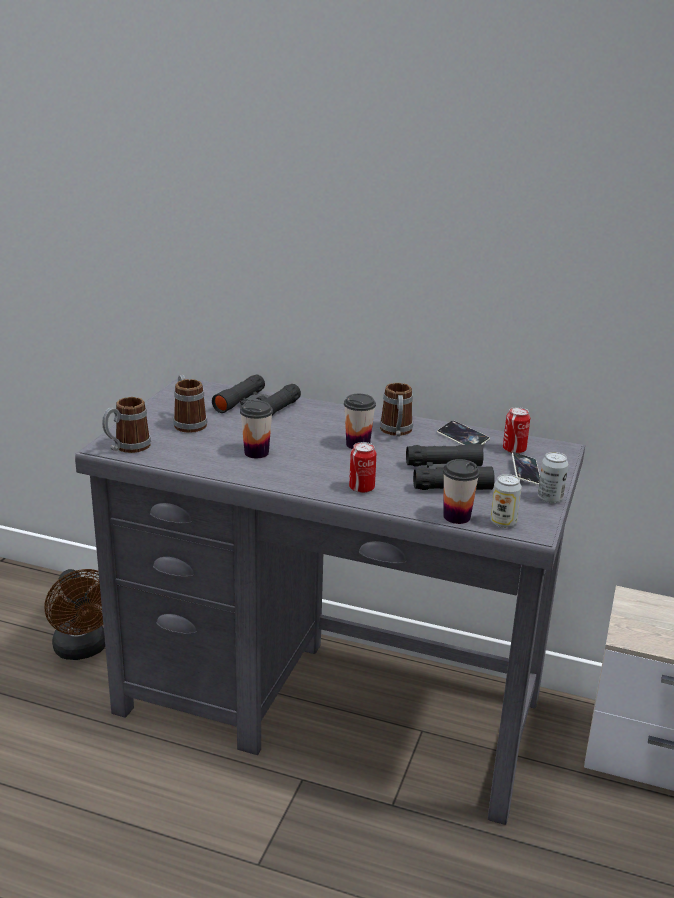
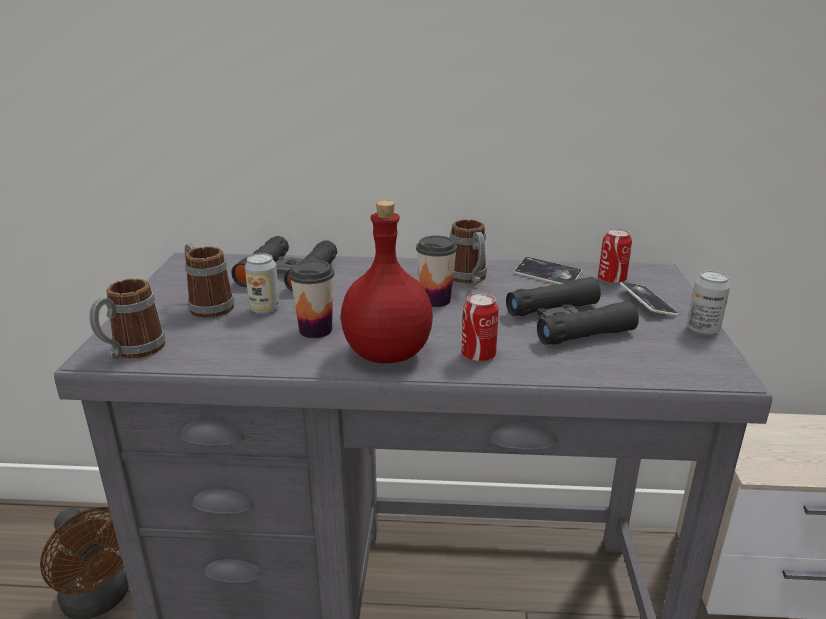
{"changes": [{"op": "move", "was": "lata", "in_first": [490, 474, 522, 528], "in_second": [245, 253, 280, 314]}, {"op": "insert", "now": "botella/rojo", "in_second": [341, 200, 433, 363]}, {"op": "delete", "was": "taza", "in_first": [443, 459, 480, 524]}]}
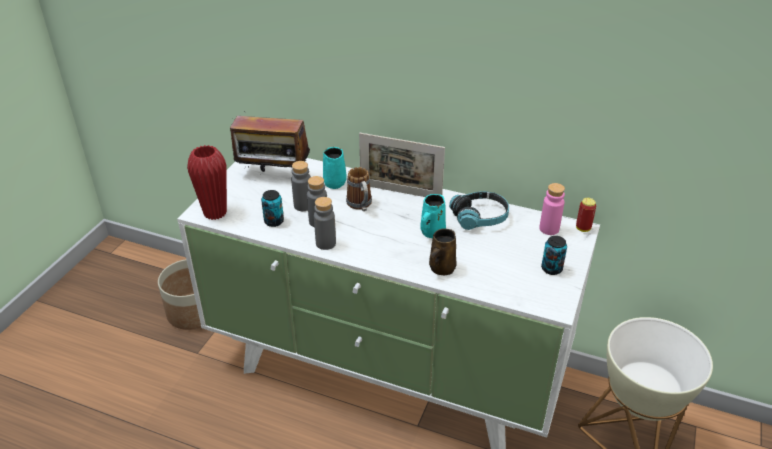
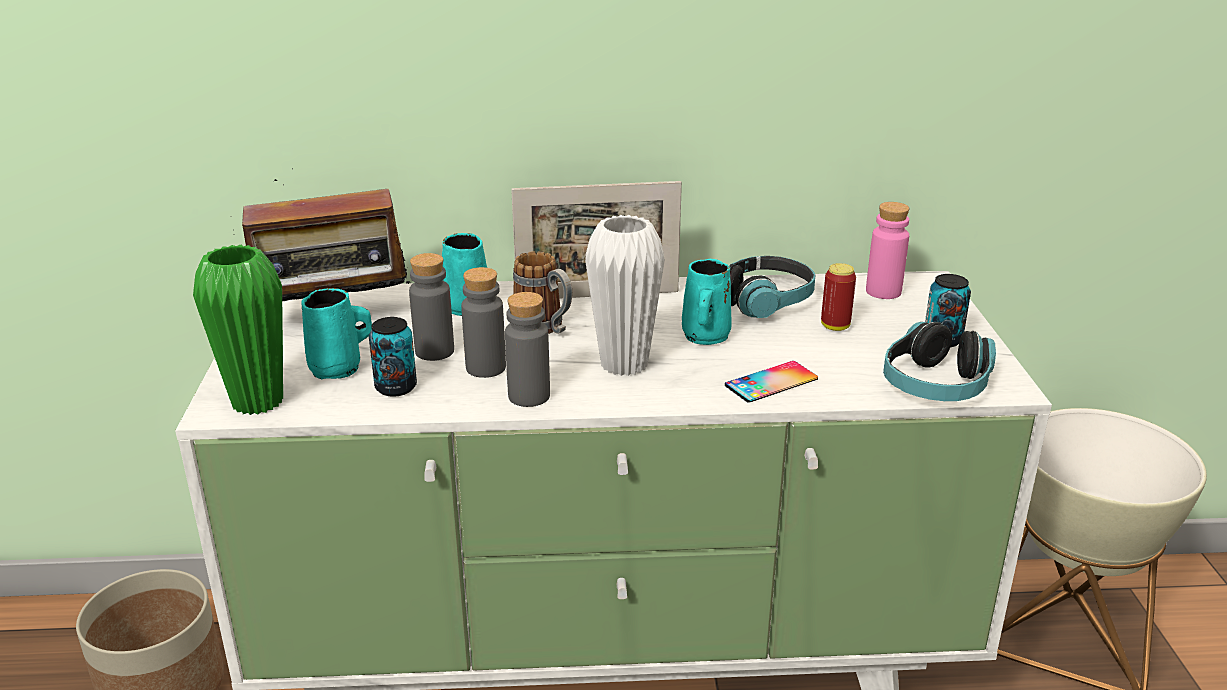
{"changes": [{"op": "recolor", "was": "florero/rojo", "now": "florero/verde", "in_first": [187, 145, 227, 220], "in_second": [193, 245, 283, 415]}, {"op": "insert", "now": "taza grande/turquesa", "in_second": [301, 288, 372, 379]}, {"op": "insert", "now": "florero/blanco", "in_second": [585, 215, 665, 376]}, {"op": "replace", "was": "taza grande/marrón", "now": "móvil", "in_first": [429, 229, 457, 275], "in_second": [725, 361, 818, 403]}, {"op": "move", "was": "lata", "in_first": [576, 198, 596, 232], "in_second": [821, 263, 856, 331]}, {"op": "insert", "now": "auriculares", "in_second": [883, 322, 996, 401]}]}
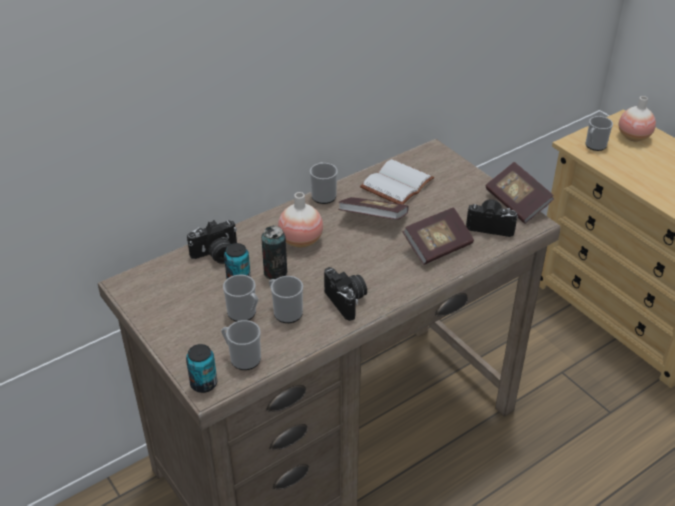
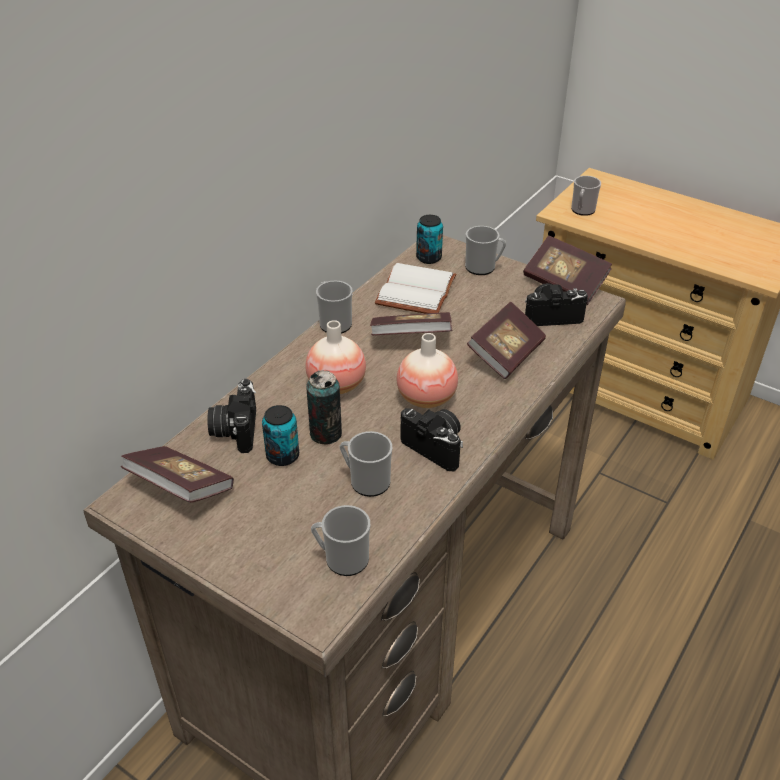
{"changes": [{"op": "insert", "now": "libro", "in_second": [121, 446, 234, 503]}, {"op": "rotate", "was": "cámara", "in_first": [187, 220, 237, 264], "in_second": [207, 379, 256, 453], "clockwise": 135}, {"op": "move", "was": "florero", "in_first": [619, 96, 656, 142], "in_second": [397, 333, 458, 408]}, {"op": "move", "was": "lata", "in_first": [186, 344, 217, 393], "in_second": [416, 215, 443, 264]}, {"op": "move", "was": "taza grande", "in_first": [223, 275, 258, 322], "in_second": [465, 226, 506, 275]}]}
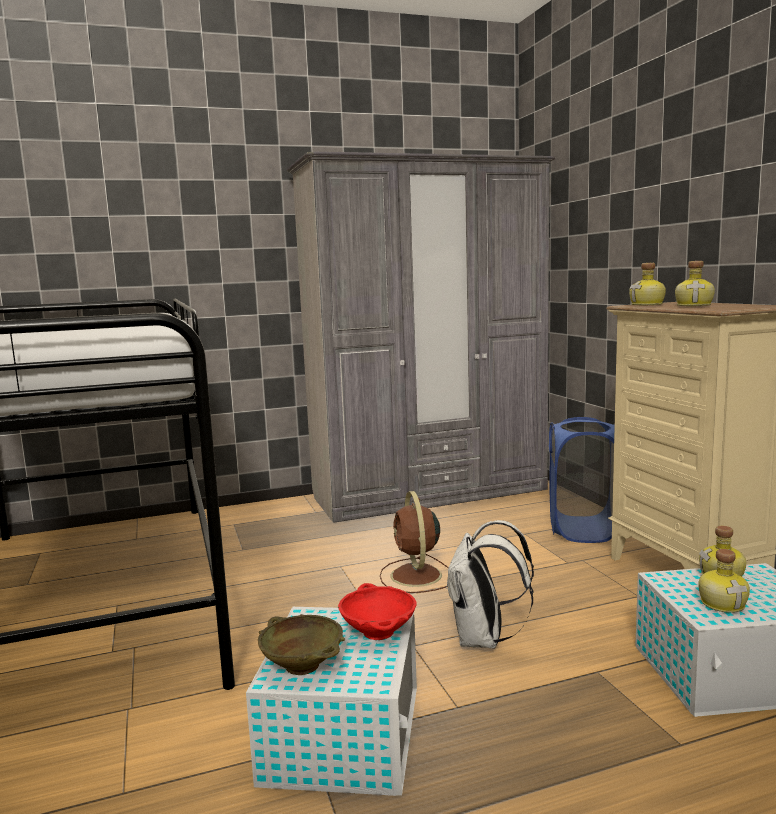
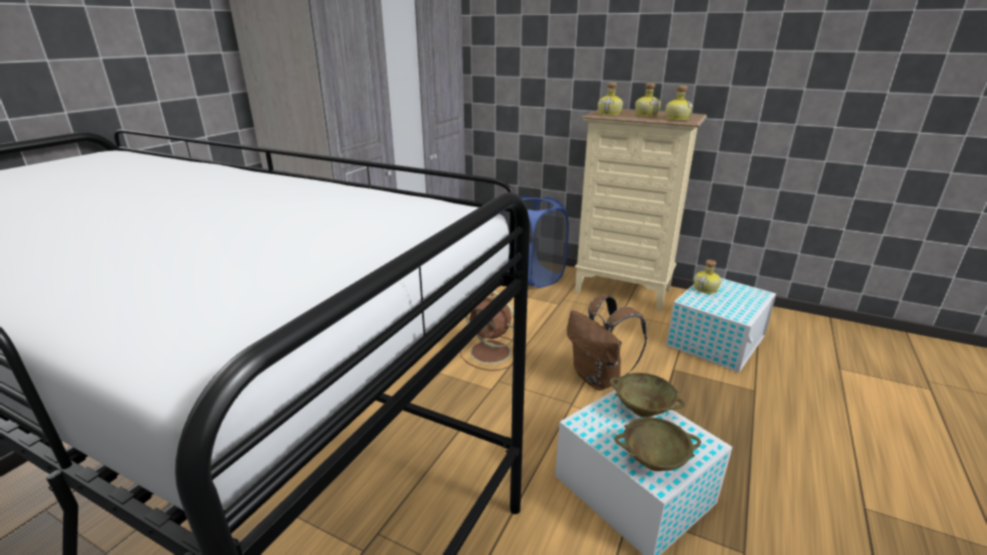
{"changes": [{"op": "recolor", "was": "mochila/blanco", "now": "mochila/marrón", "in_first": [446, 520, 534, 649], "in_second": [567, 294, 647, 391]}, {"op": "recolor", "was": "cuenco/rojo", "now": "cuenco/beis", "in_first": [338, 583, 416, 640], "in_second": [610, 373, 685, 417]}, {"op": "move", "was": "botella", "in_first": [698, 549, 750, 613], "in_second": [665, 86, 693, 121]}]}
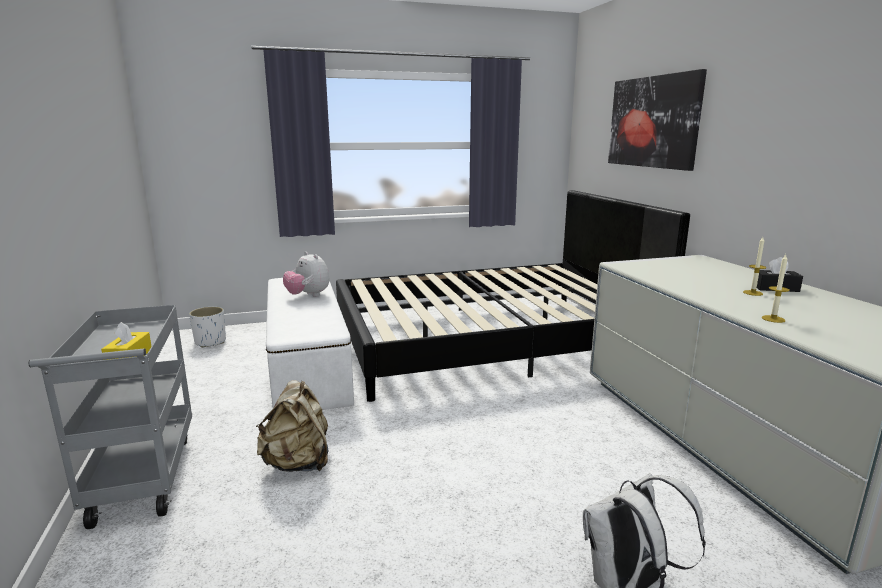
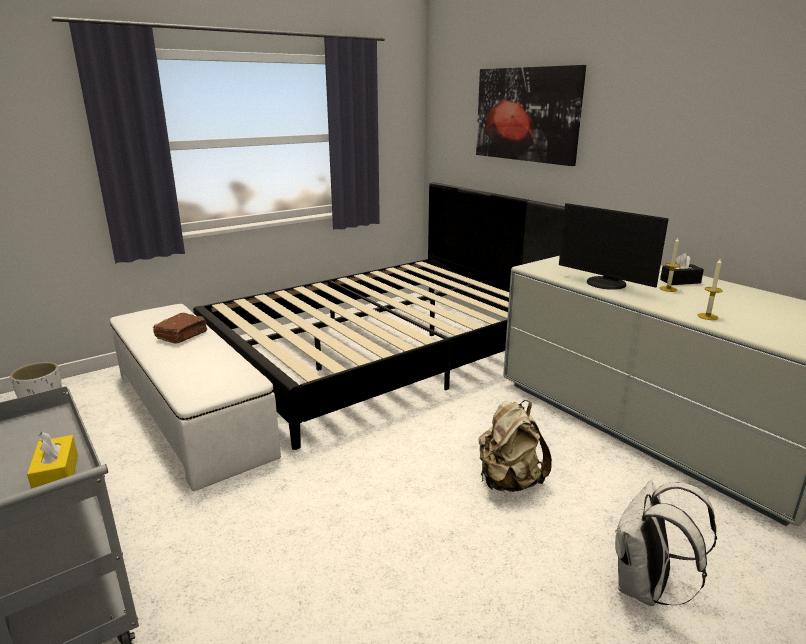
{"changes": [{"op": "replace", "was": "peluche", "now": "libro/marrón", "in_first": [283, 252, 329, 297], "in_second": [153, 313, 208, 344]}, {"op": "move", "was": "mochila/beis", "in_first": [256, 380, 328, 472], "in_second": [479, 400, 552, 492]}, {"op": "insert", "now": "monitor", "in_second": [559, 203, 669, 290]}]}
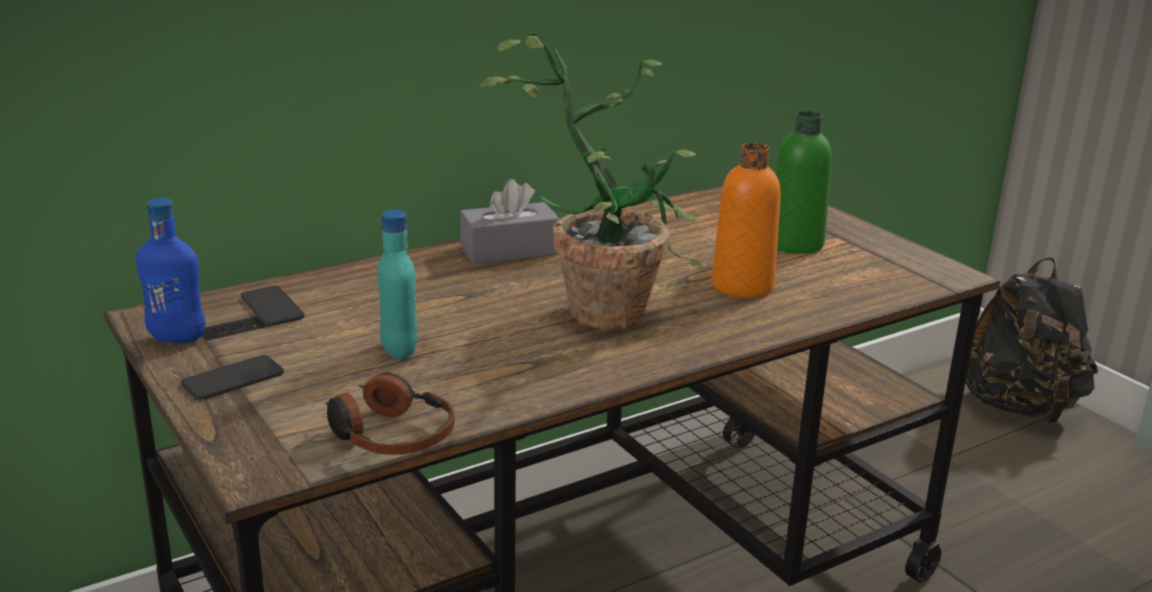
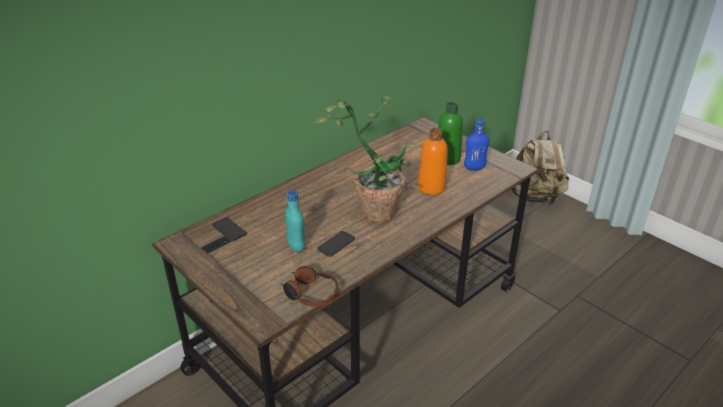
{"changes": [{"op": "move", "was": "móvil", "in_first": [181, 355, 284, 400], "in_second": [317, 231, 355, 257]}, {"op": "move", "was": "botella/azul", "in_first": [136, 198, 206, 343], "in_second": [464, 118, 489, 171]}, {"op": "recolor", "was": "mochila/negro", "now": "mochila/beis", "in_first": [966, 257, 1098, 423], "in_second": [512, 130, 569, 205]}, {"op": "delete", "was": "caja de pañuelos/gris", "in_first": [460, 179, 560, 264]}]}
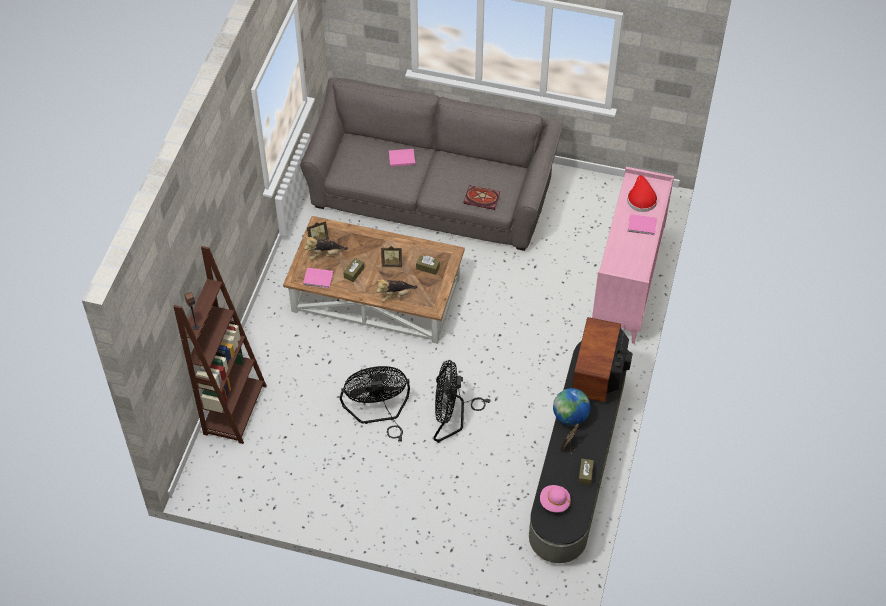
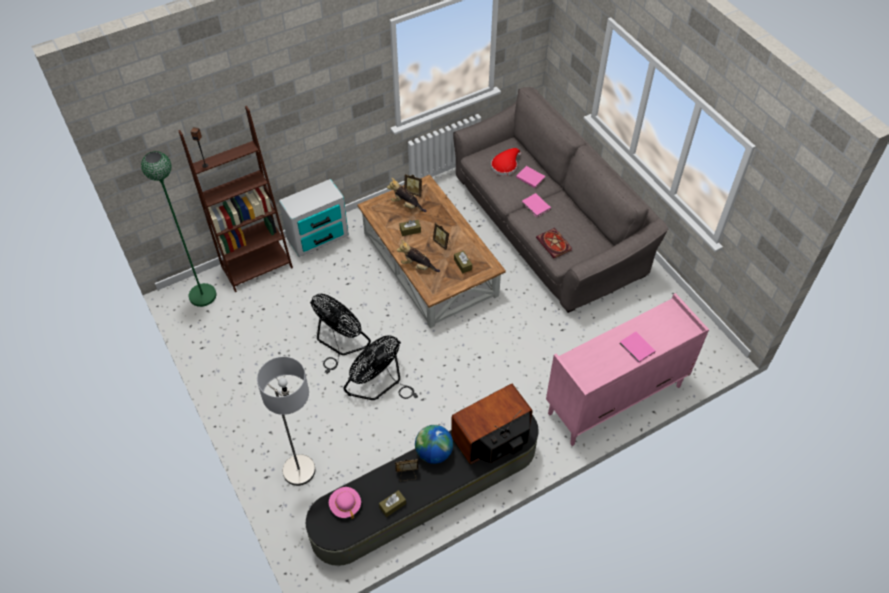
{"changes": [{"op": "insert", "now": "lámpara de pie/verde", "in_second": [141, 151, 216, 307]}, {"op": "insert", "now": "lámpara de pie/gris", "in_second": [257, 357, 315, 486]}, {"op": "insert", "now": "mesita de noche/blanco", "in_second": [279, 179, 349, 257]}, {"op": "move", "was": "sombrero/rojo", "in_first": [627, 175, 658, 212], "in_second": [491, 148, 521, 176]}, {"op": "move", "was": "libro/rosa", "in_first": [303, 268, 333, 288], "in_second": [522, 193, 551, 217]}]}
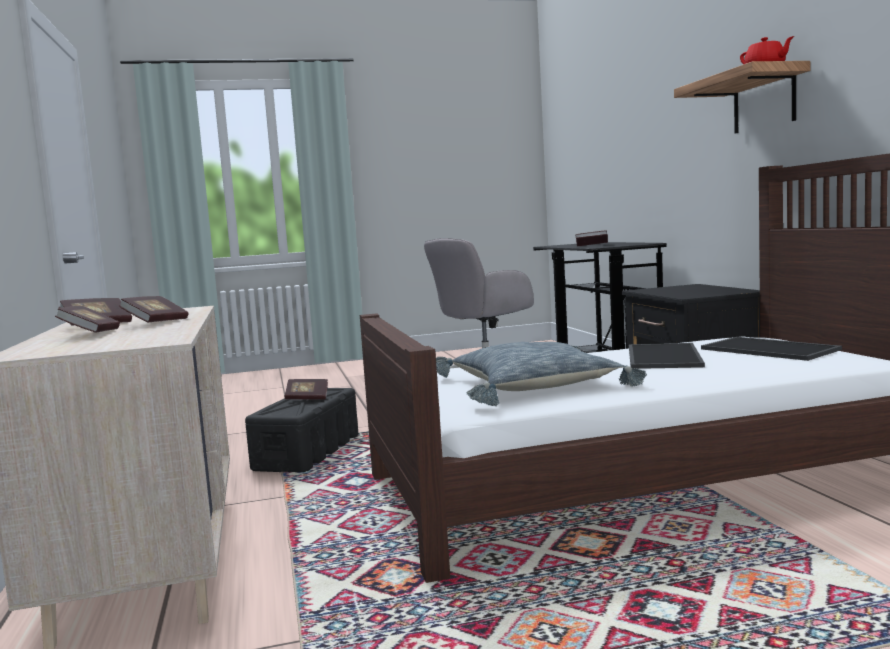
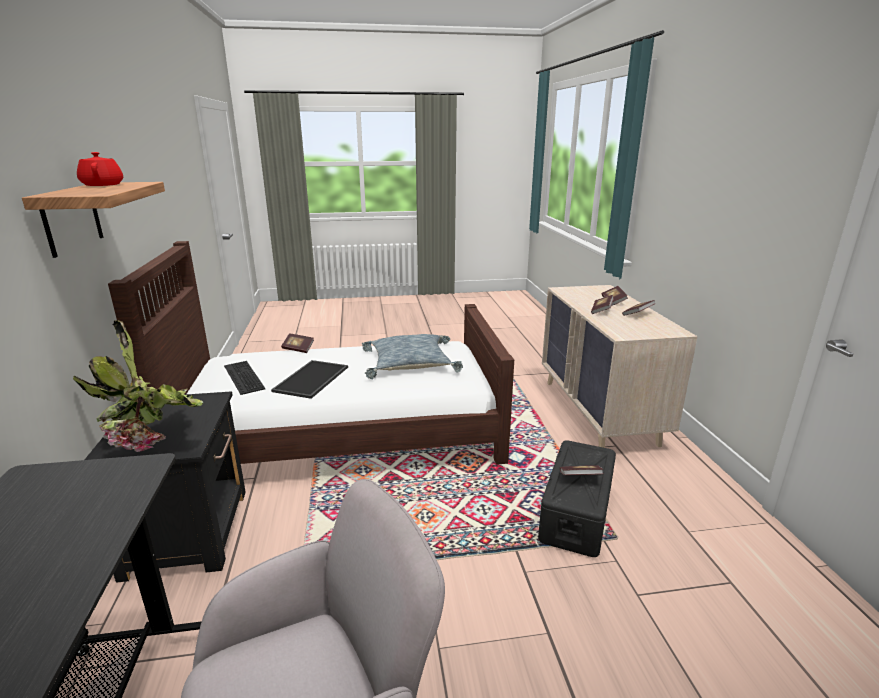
{"changes": [{"op": "insert", "now": "planta en maceta", "in_second": [73, 320, 204, 452]}, {"op": "replace", "was": "bandeja", "now": "teclado", "in_first": [701, 337, 842, 361], "in_second": [224, 361, 265, 395]}, {"op": "move", "was": "libro", "in_first": [576, 231, 608, 246], "in_second": [281, 333, 314, 353]}]}
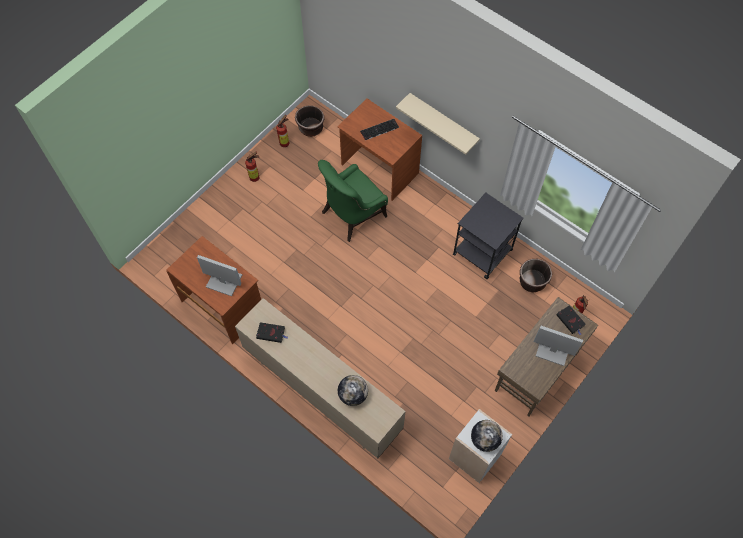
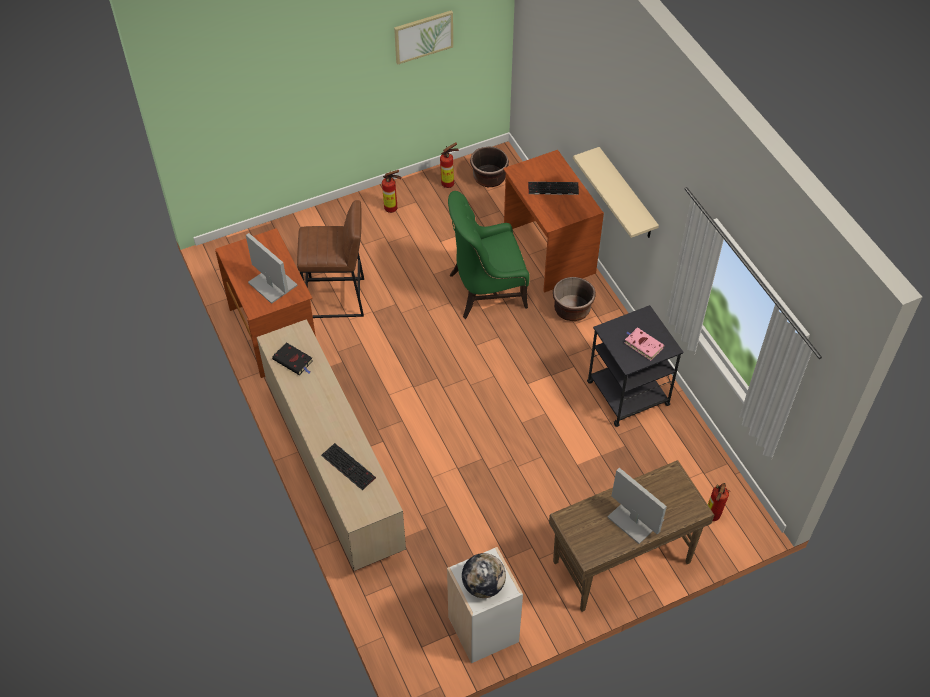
{"changes": [{"op": "insert", "now": "taburete/marrón", "in_second": [297, 200, 364, 318]}, {"op": "replace", "was": "globo terráqueo", "now": "teclado", "in_first": [338, 375, 368, 406], "in_second": [321, 443, 376, 490]}, {"op": "insert", "now": "cuadro", "in_second": [394, 10, 453, 65]}, {"op": "move", "was": "maceta/marrón", "in_first": [520, 259, 552, 292], "in_second": [553, 277, 596, 321]}, {"op": "insert", "now": "libro/rosa", "in_second": [625, 327, 664, 361]}, {"op": "delete", "was": "libro/negro", "in_first": [556, 305, 586, 335]}]}
